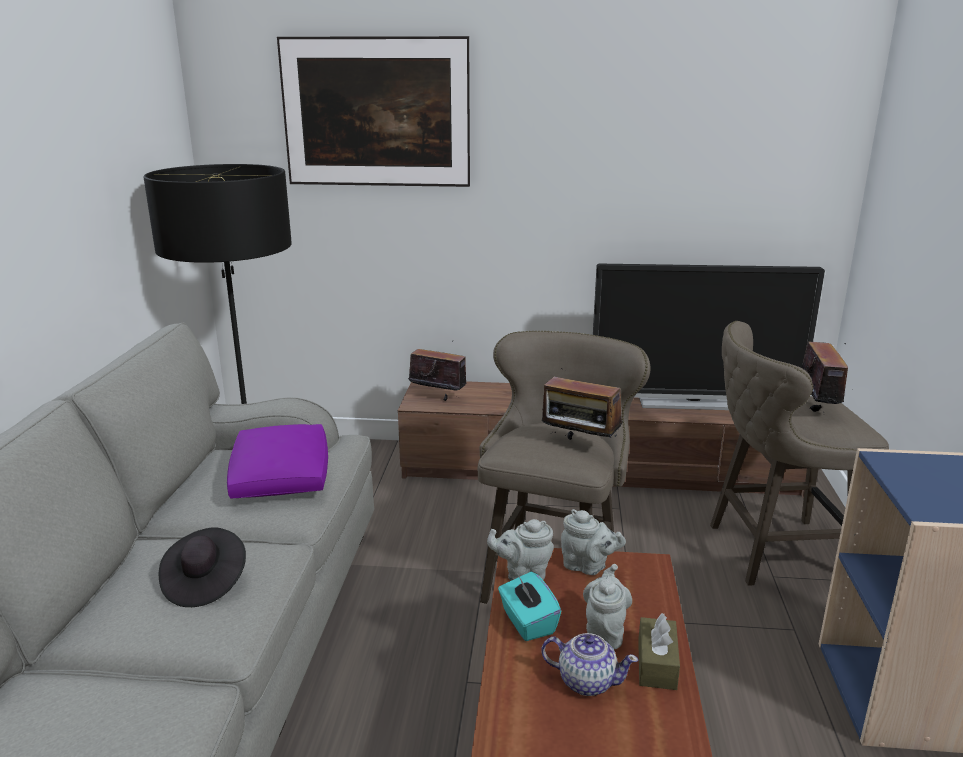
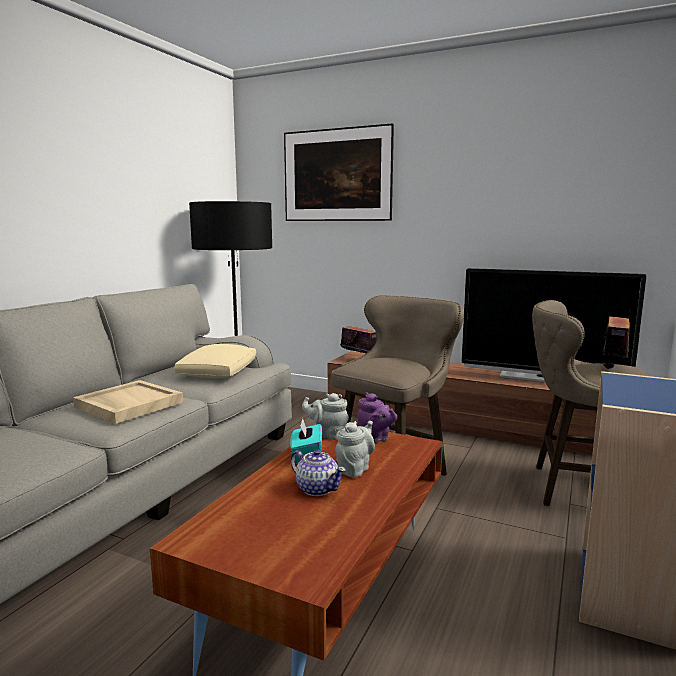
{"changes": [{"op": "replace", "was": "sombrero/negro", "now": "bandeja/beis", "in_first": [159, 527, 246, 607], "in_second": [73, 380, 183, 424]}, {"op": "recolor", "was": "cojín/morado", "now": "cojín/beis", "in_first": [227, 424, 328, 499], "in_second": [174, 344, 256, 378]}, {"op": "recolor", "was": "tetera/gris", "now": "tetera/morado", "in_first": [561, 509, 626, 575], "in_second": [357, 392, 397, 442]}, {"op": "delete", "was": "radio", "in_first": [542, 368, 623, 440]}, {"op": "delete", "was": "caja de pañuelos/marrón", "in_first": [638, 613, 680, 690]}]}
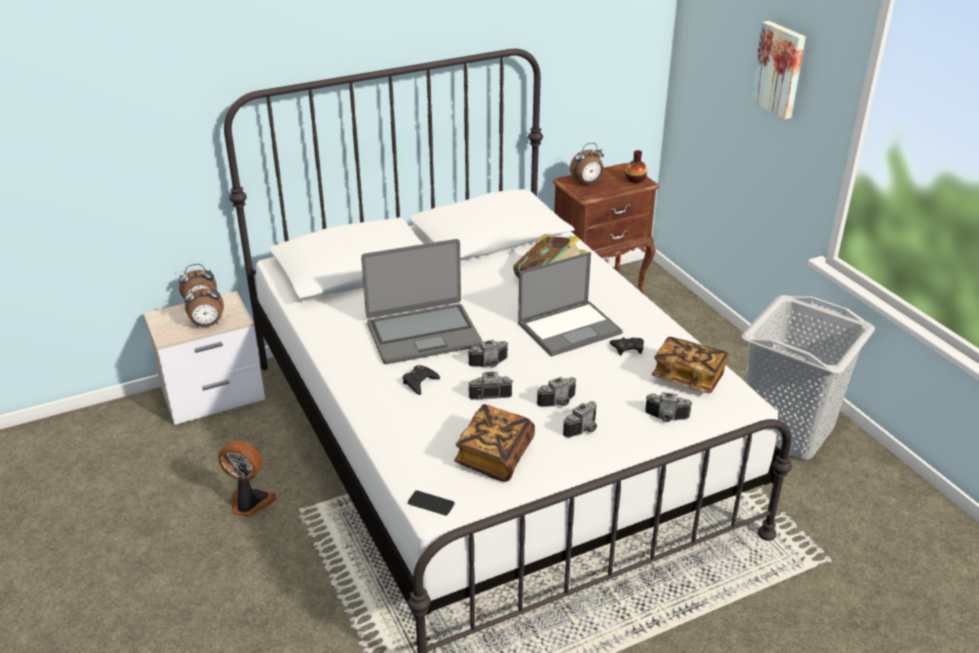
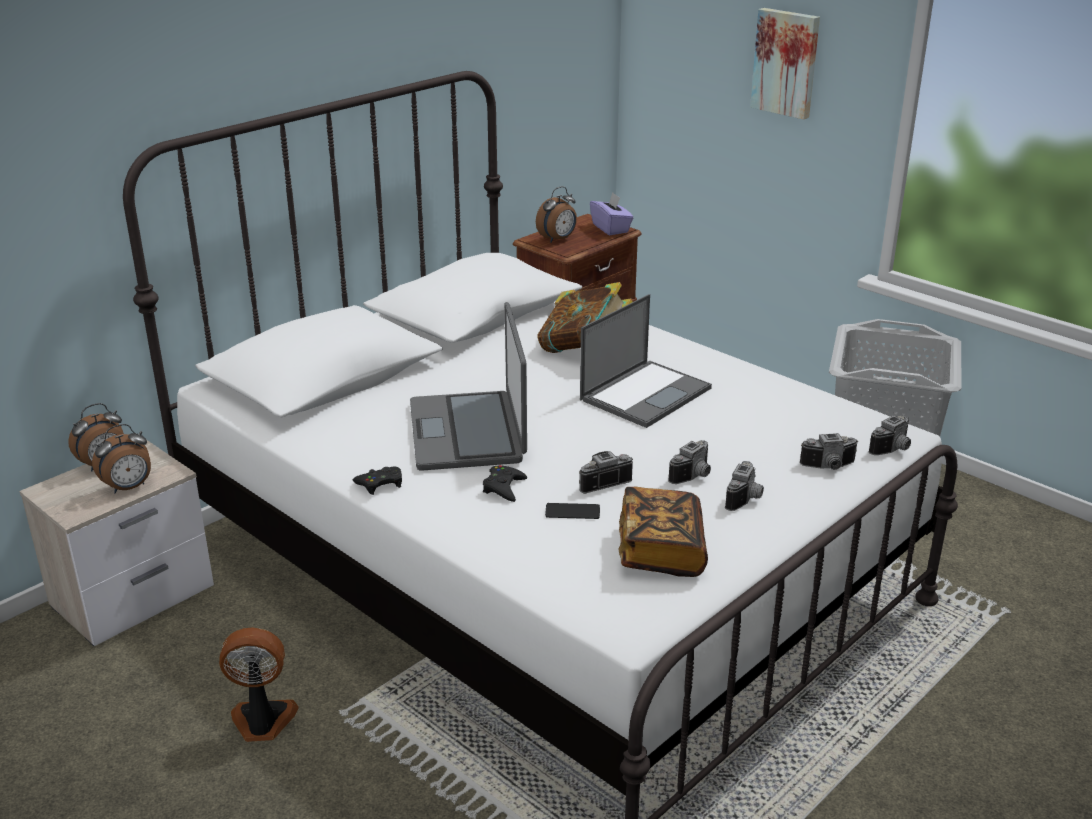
{"changes": [{"op": "move", "was": "mando de consola/negro", "in_first": [610, 337, 644, 355], "in_second": [353, 467, 402, 495]}, {"op": "rotate", "was": "portátil", "in_first": [361, 239, 482, 364], "in_second": [410, 302, 527, 471], "clockwise": 120}, {"op": "move", "was": "móvil", "in_first": [408, 490, 455, 515], "in_second": [545, 503, 600, 519]}, {"op": "replace", "was": "florero", "now": "caja de pañuelos/morado", "in_first": [625, 150, 647, 183], "in_second": [590, 192, 634, 235]}, {"op": "move", "was": "cámara", "in_first": [468, 340, 508, 367], "in_second": [868, 415, 911, 455]}, {"op": "delete", "was": "libro", "in_first": [651, 337, 728, 393]}]}
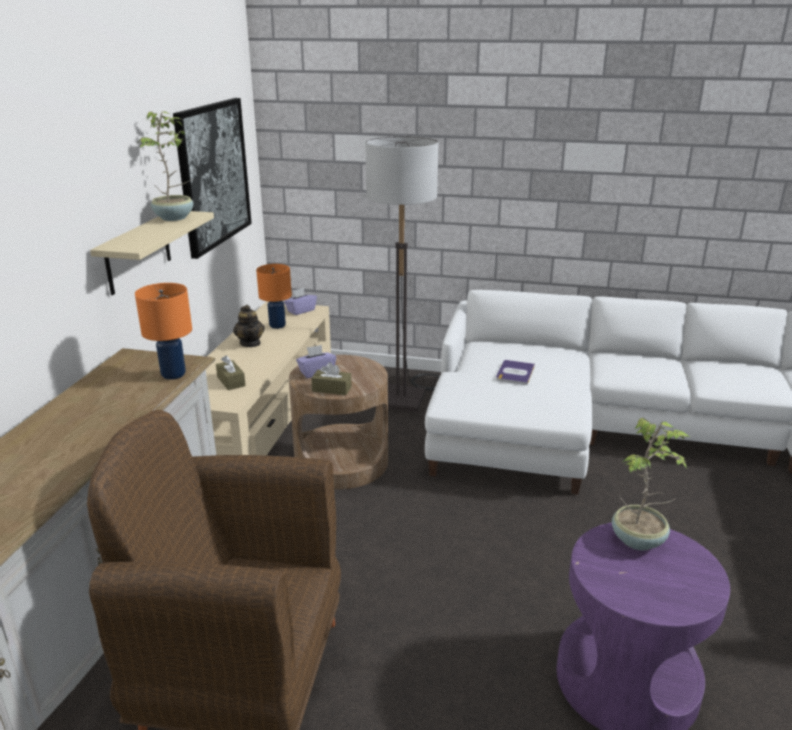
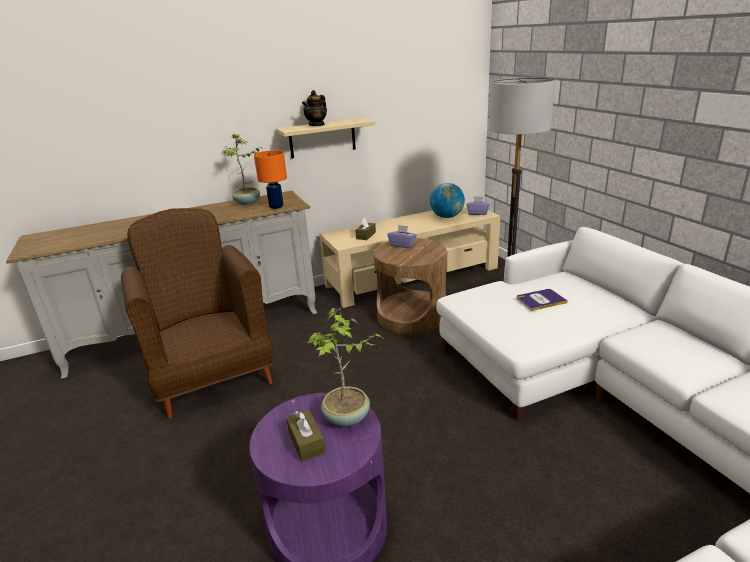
{"changes": [{"op": "move", "was": "planta en maceta", "in_first": [138, 112, 193, 221], "in_second": [221, 133, 264, 205]}, {"op": "move", "was": "caja de pañuelos/marrón", "in_first": [311, 362, 352, 395], "in_second": [286, 410, 326, 462]}, {"op": "move", "was": "tetera", "in_first": [233, 305, 265, 347], "in_second": [302, 90, 327, 126]}, {"op": "replace", "was": "lámpara de mesa/naranja", "now": "globo terráqueo", "in_first": [256, 264, 292, 329], "in_second": [430, 183, 465, 218]}, {"op": "delete", "was": "cuadro", "in_first": [173, 98, 252, 259]}]}
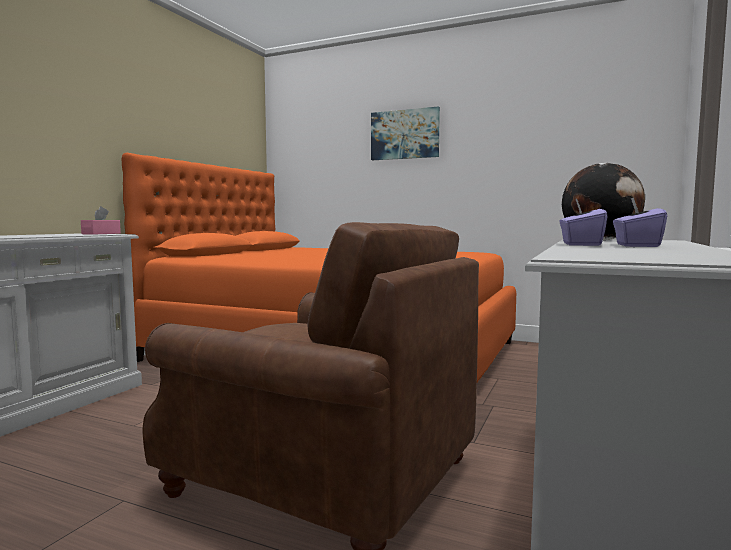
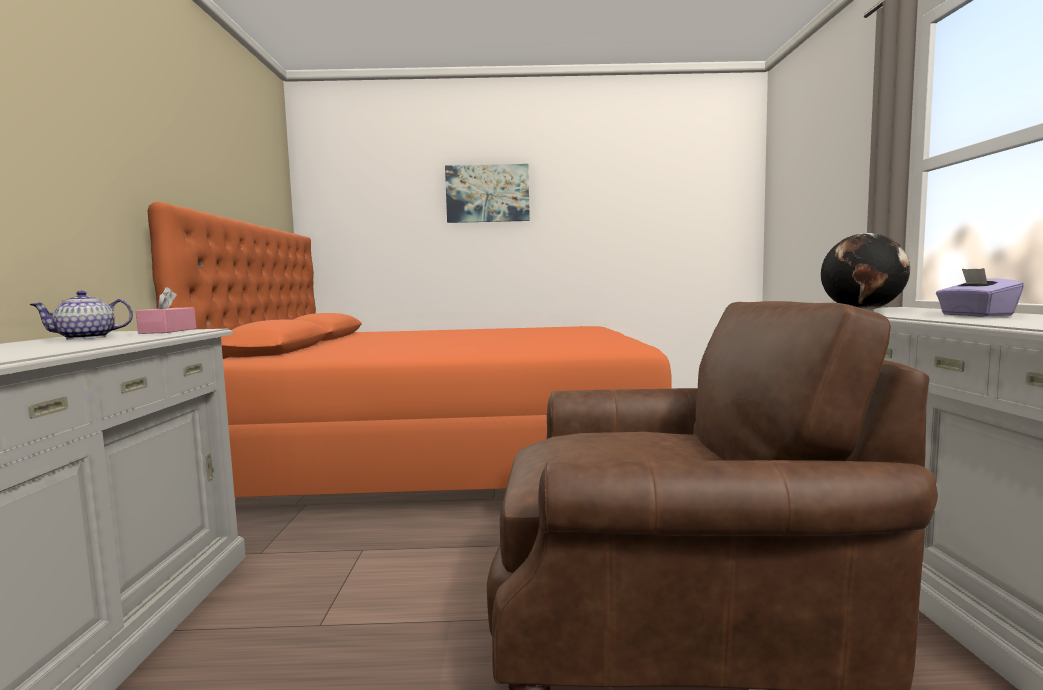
{"changes": [{"op": "insert", "now": "tetera", "in_second": [29, 291, 133, 340]}, {"op": "delete", "was": "caja de pañuelos/morado", "in_first": [559, 199, 607, 246]}]}
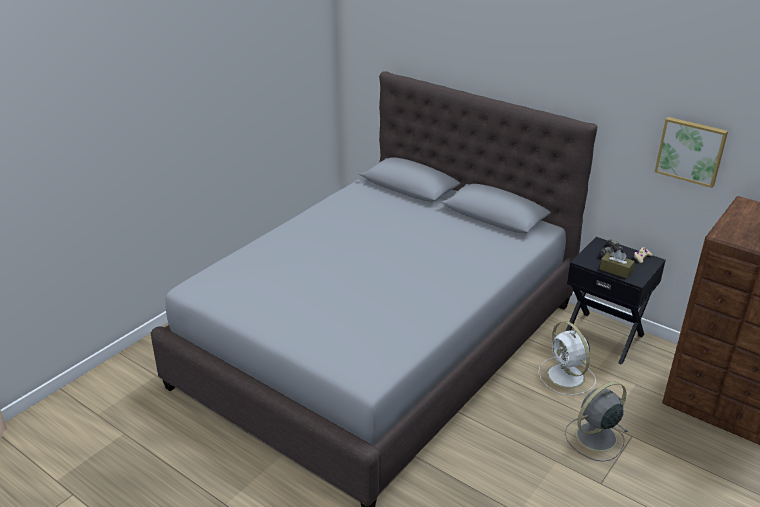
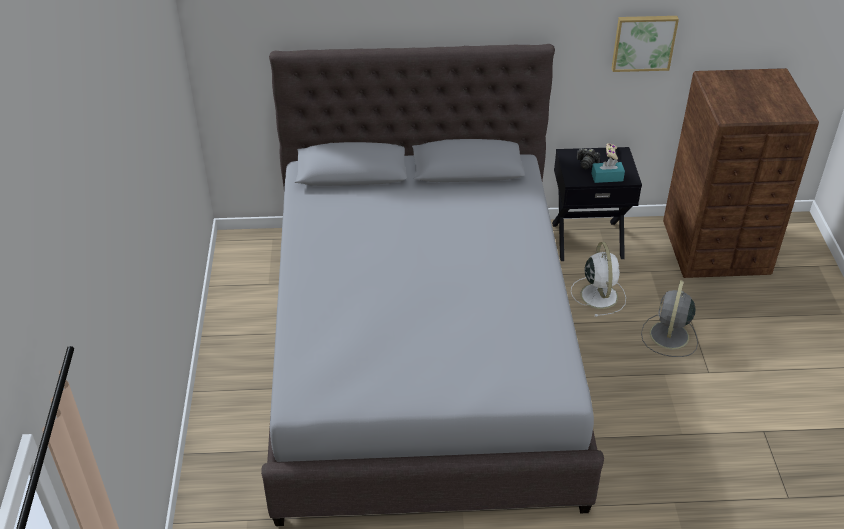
{"changes": [{"op": "rotate", "was": "ventilador/blanco", "in_first": [538, 321, 596, 395], "in_second": [571, 242, 626, 317], "clockwise": -120}, {"op": "recolor", "was": "caja de pañuelos/marrón", "now": "caja de pañuelos/turquesa", "in_first": [600, 250, 635, 278], "in_second": [591, 158, 625, 183]}]}
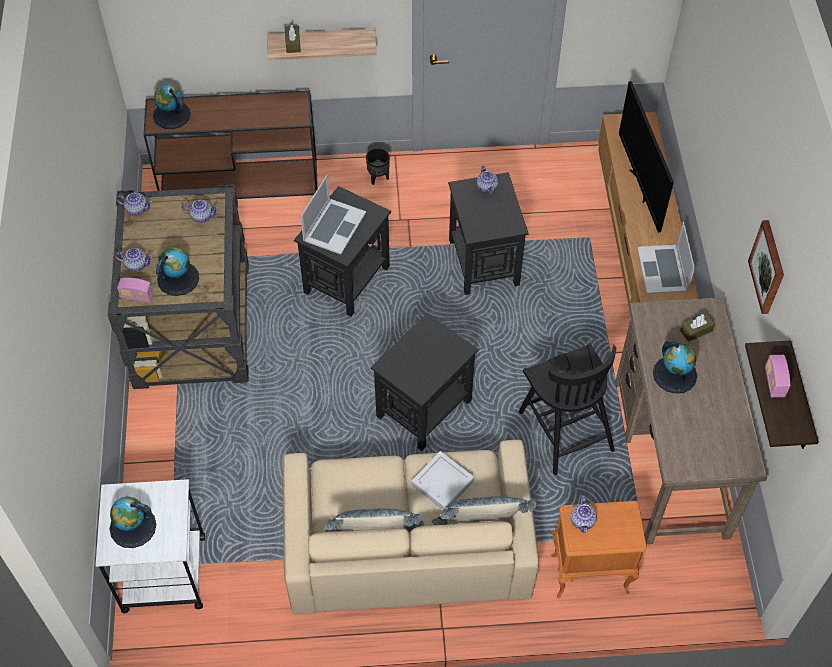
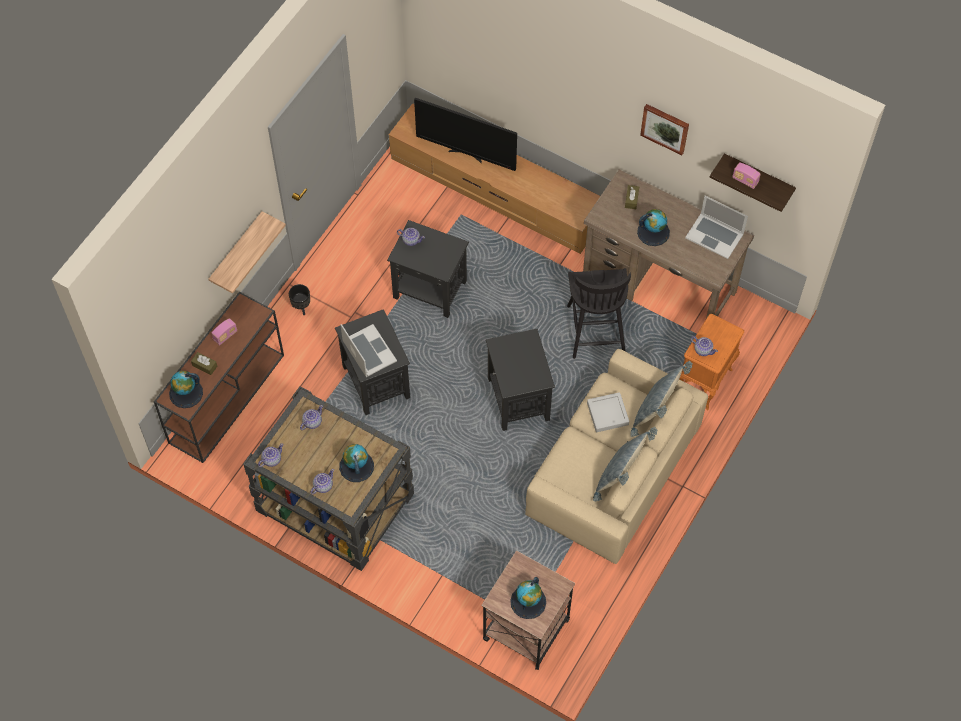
{"changes": [{"op": "move", "was": "caja de pañuelos/marrón", "in_first": [285, 24, 301, 53], "in_second": [191, 352, 217, 375]}, {"op": "move", "was": "radio", "in_first": [117, 277, 153, 303], "in_second": [212, 318, 237, 346]}, {"op": "recolor", "was": "carrito/blanco", "now": "carrito/marrón", "in_first": [96, 479, 205, 613], "in_second": [481, 550, 575, 670]}, {"op": "rotate", "was": "silla/negro", "in_first": [519, 343, 616, 475], "in_second": [567, 268, 631, 359], "clockwise": 75}, {"op": "move", "was": "portátil", "in_first": [637, 222, 695, 294], "in_second": [685, 196, 748, 259]}]}
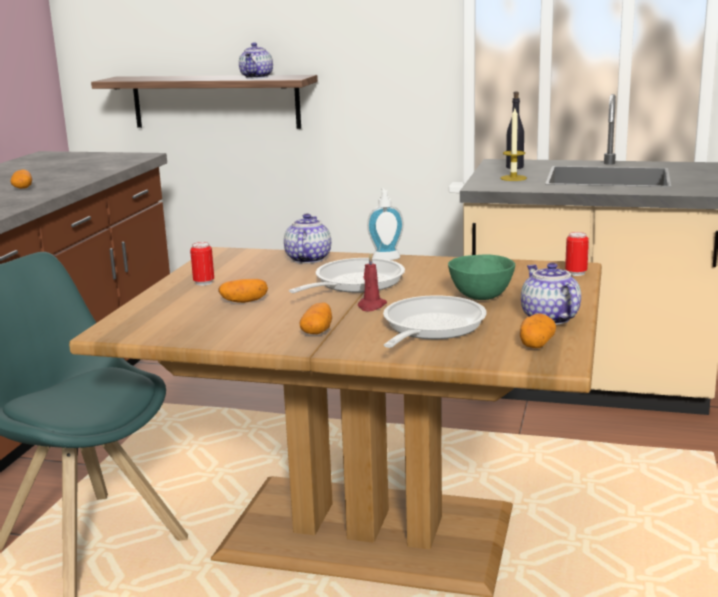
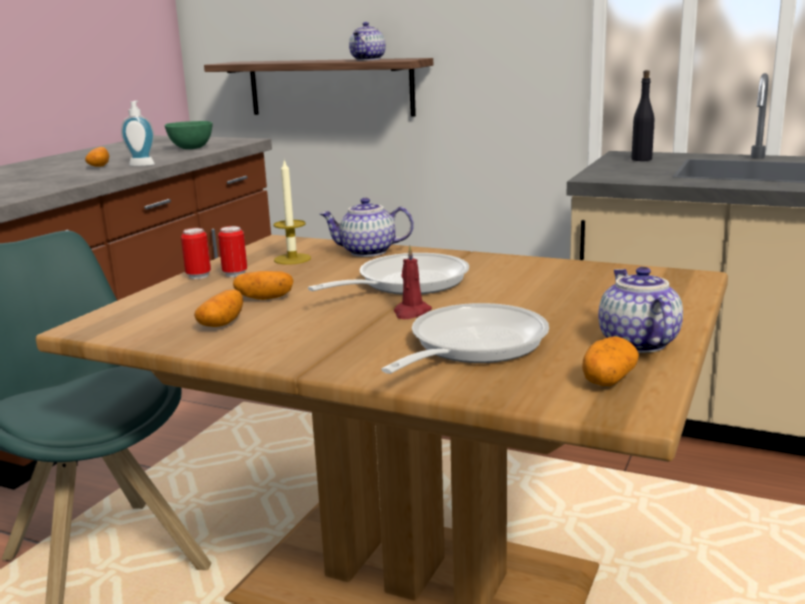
{"changes": [{"op": "move", "was": "dispensador de jabón", "in_first": [367, 188, 404, 260], "in_second": [121, 101, 155, 166]}, {"op": "move", "was": "cuenco/verde", "in_first": [448, 254, 515, 300], "in_second": [165, 121, 212, 149]}, {"op": "move", "was": "lata", "in_first": [565, 232, 589, 276], "in_second": [181, 228, 211, 279]}, {"op": "move", "was": "patata", "in_first": [299, 302, 332, 334], "in_second": [194, 289, 243, 327]}, {"op": "move", "was": "vela", "in_first": [501, 108, 527, 181], "in_second": [274, 160, 311, 265]}, {"op": "rotate", "was": "tetera", "in_first": [284, 213, 331, 264], "in_second": [320, 198, 414, 257], "clockwise": -105}]}
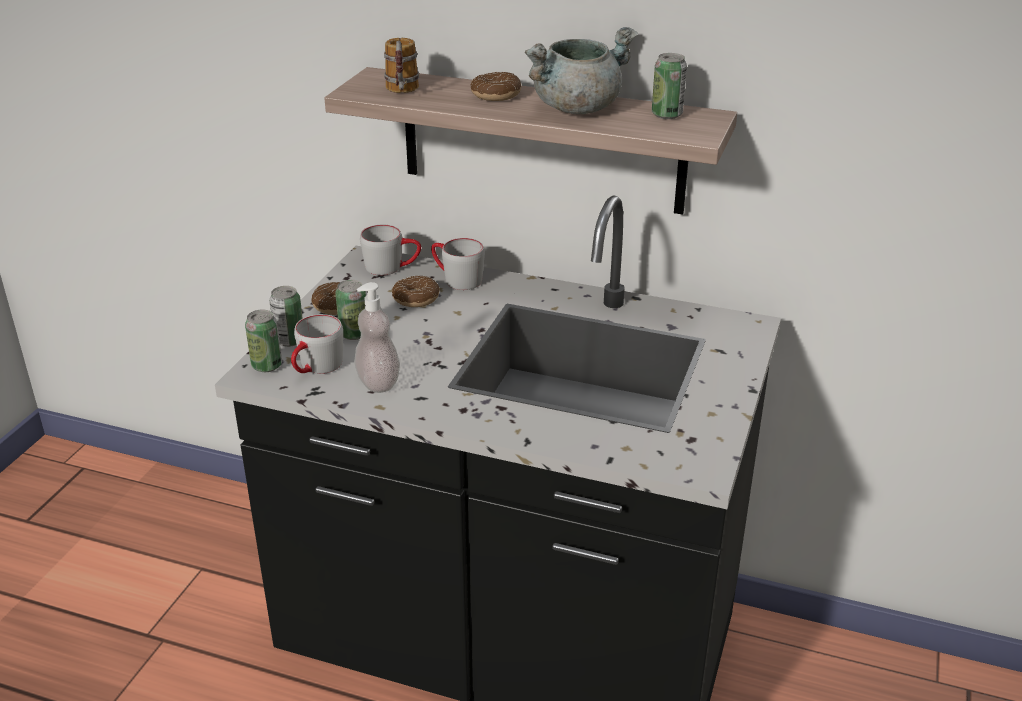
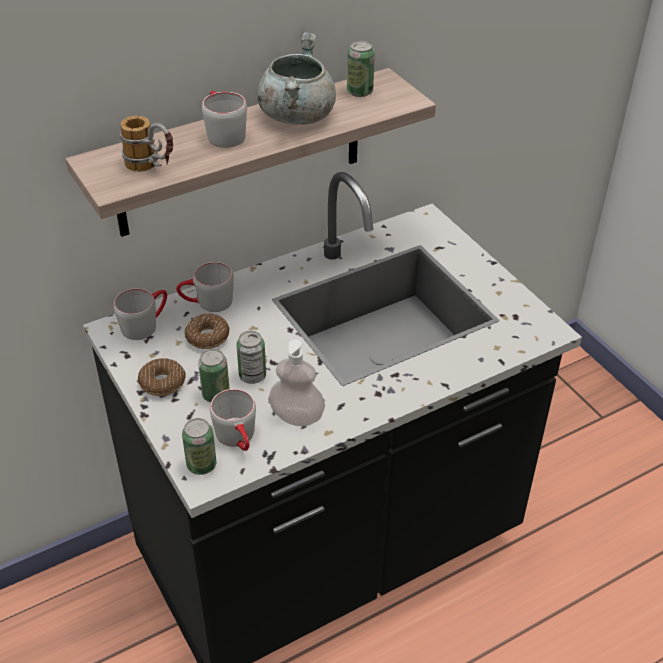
{"changes": [{"op": "replace", "was": "rosquilla", "now": "taza grande/gris", "in_first": [470, 72, 521, 101], "in_second": [202, 91, 247, 148]}, {"op": "move", "was": "lata", "in_first": [269, 286, 303, 347], "in_second": [236, 331, 266, 384]}]}
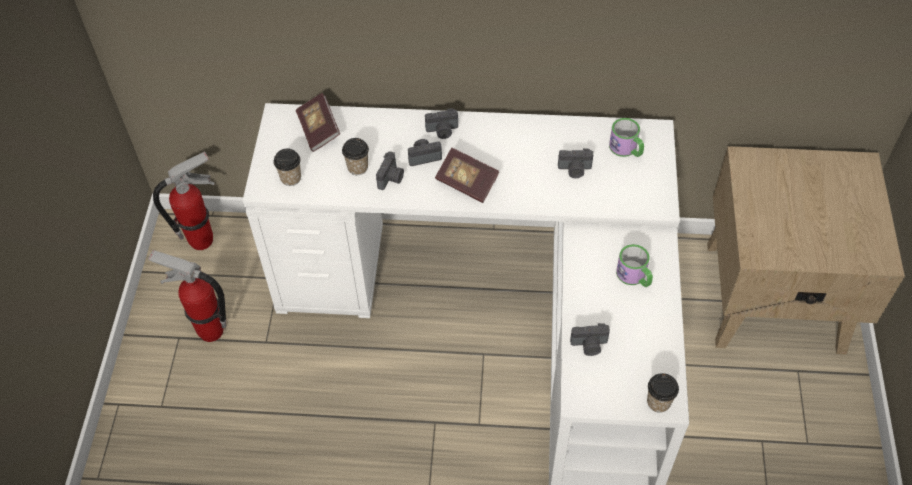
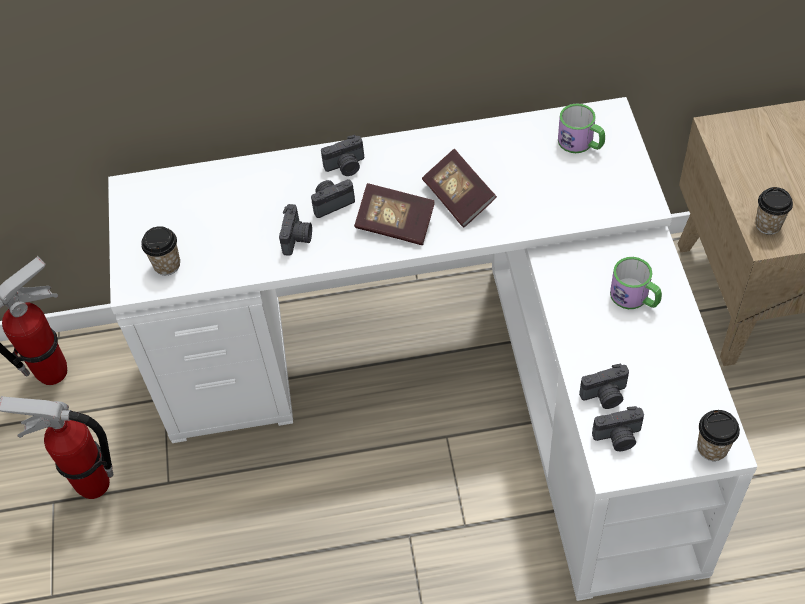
{"changes": [{"op": "move", "was": "libro", "in_first": [296, 93, 340, 152], "in_second": [422, 149, 497, 227]}, {"op": "move", "was": "cámara", "in_first": [558, 148, 593, 178], "in_second": [592, 406, 644, 451]}, {"op": "move", "was": "taza", "in_first": [342, 138, 369, 175], "in_second": [755, 187, 793, 235]}]}
